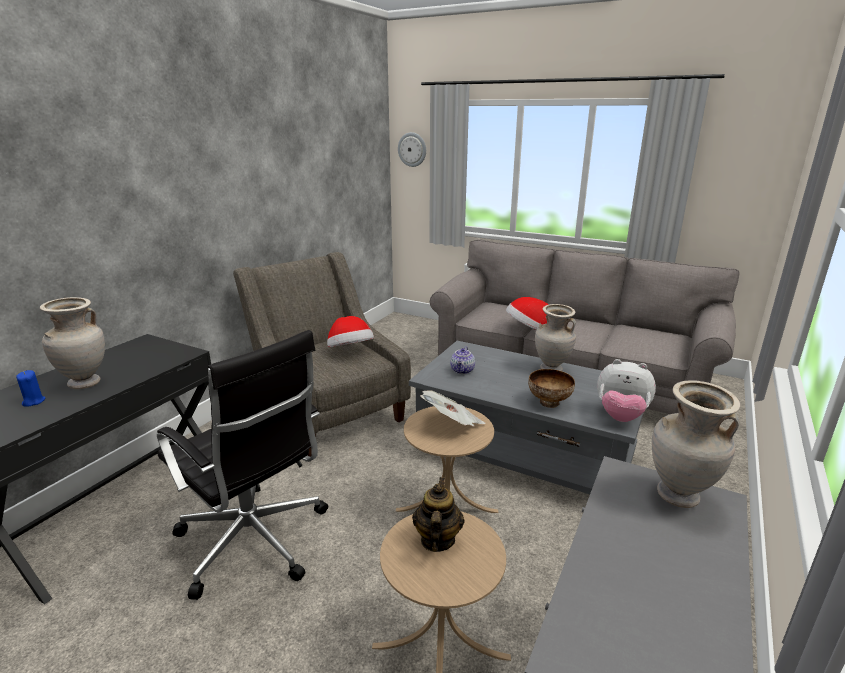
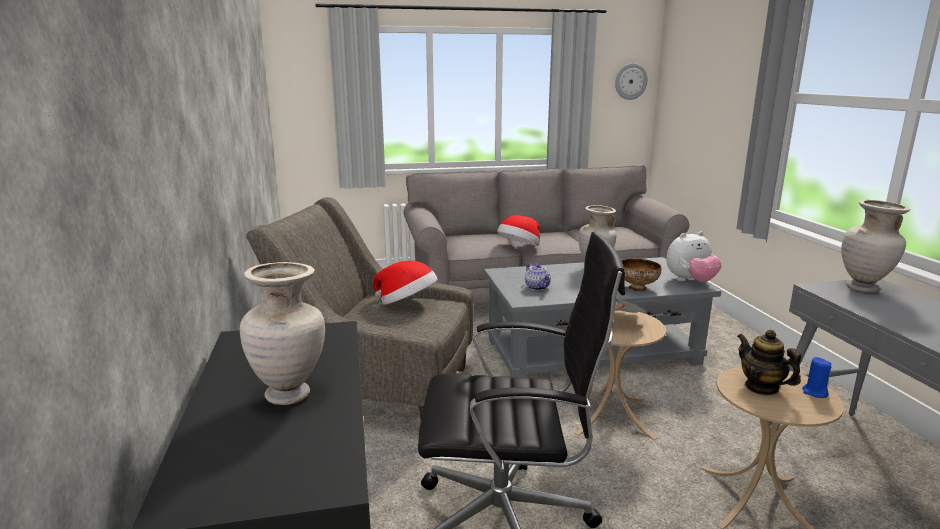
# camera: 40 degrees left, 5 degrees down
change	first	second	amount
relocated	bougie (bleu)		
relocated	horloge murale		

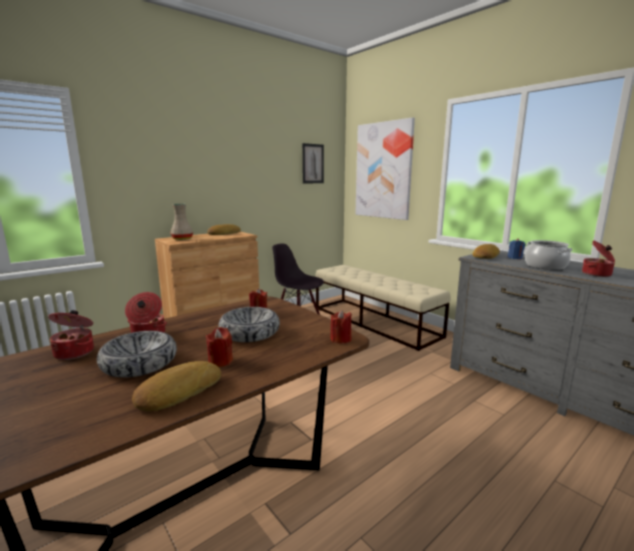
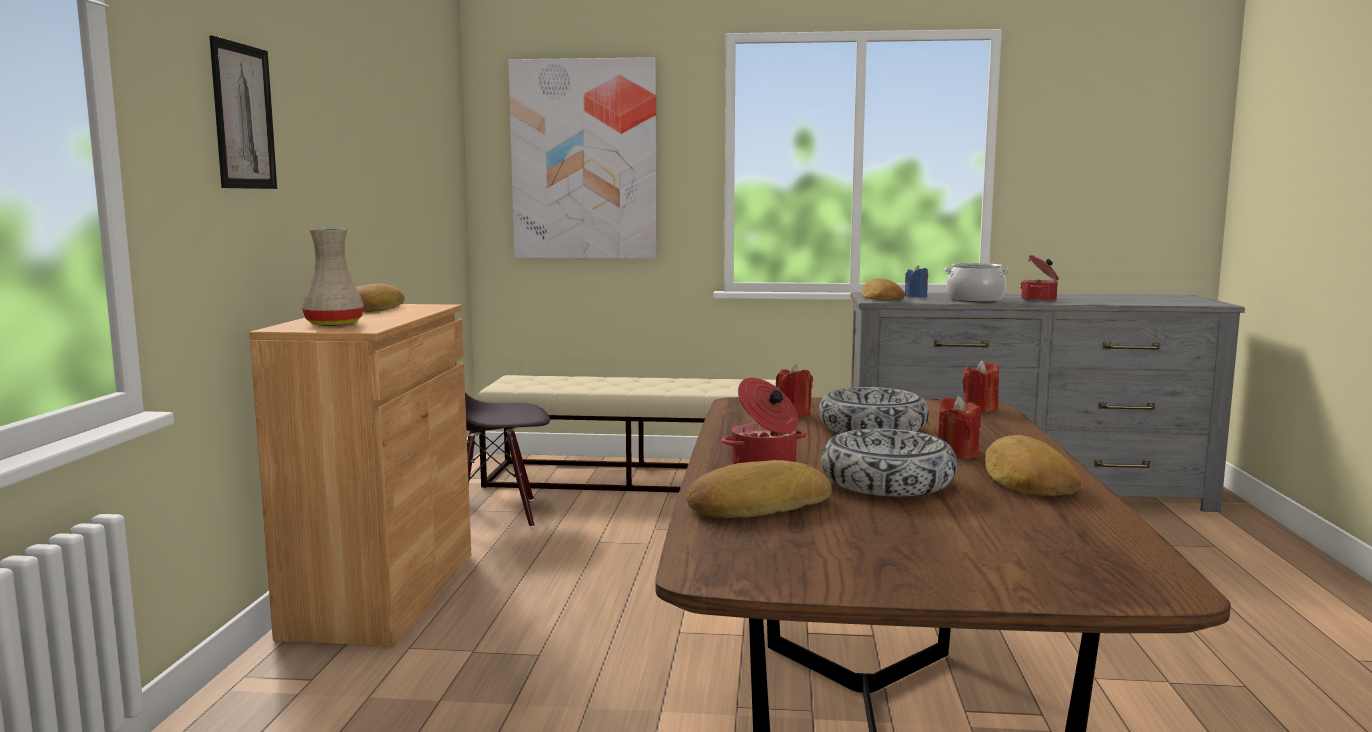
# camera: 45 degrees left, 5 degrees down
change	first	second	amount
exchanged	marmite (no. 1 from left)	pain (no. 2 from left)	
relocated	tableau (no. 1 from left)		

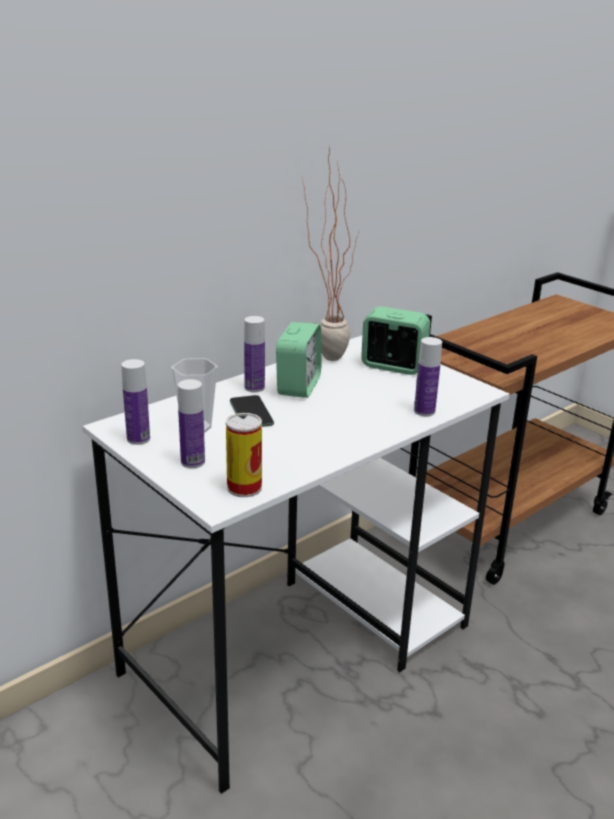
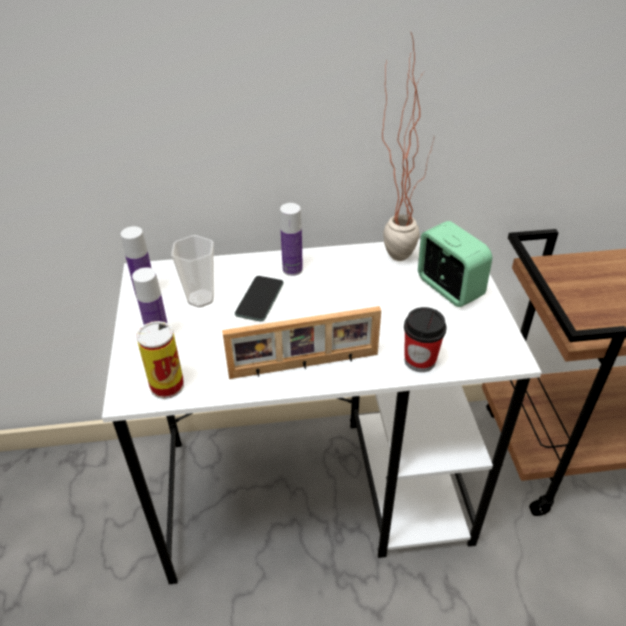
# camera: 35 degrees right, 15 degrees up
change	first	second	amount
missing	réveil (no. 1 from left)		
exchanged	bouteille (no. 4 from left)	tasse (no. 2 from left)	
appeared		cadre photo	

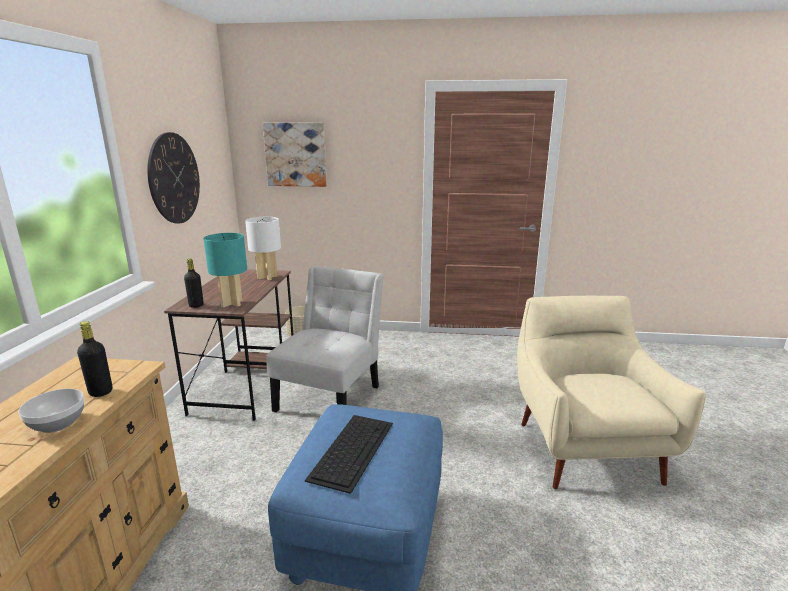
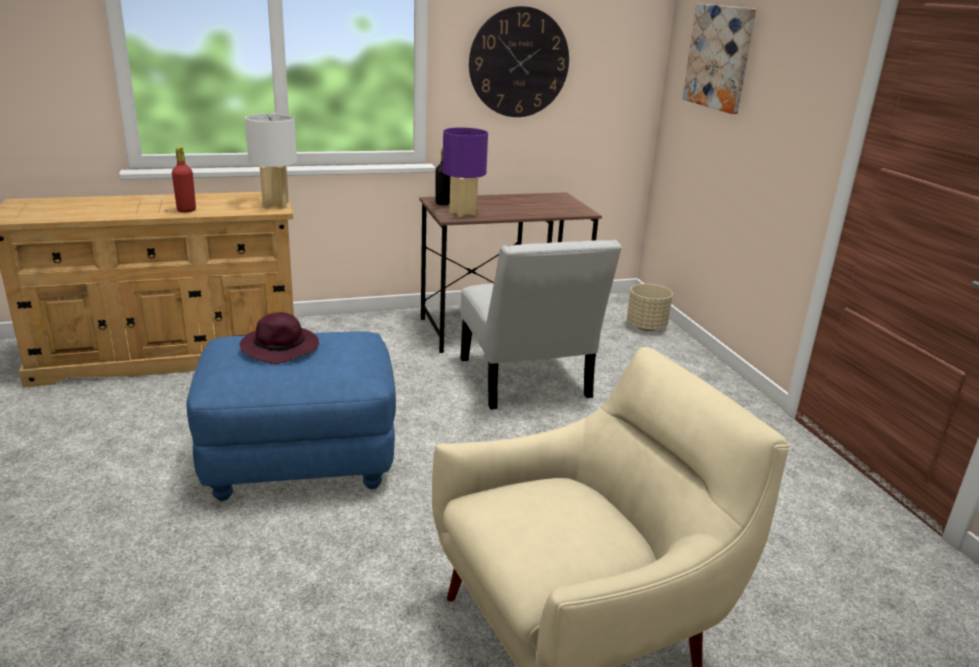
# camera: 65 degrees right, 5 degrees up
change	first	second	amount
exchanged	bol	bouteille (rouge)	
missing	bouteille (noir) (no. 1 from left)		
colour	lampe de table (turquoise)	lampe de table (violet)	
relocated	lampe de table (blanc)		
spun	chaise (blanc)		75 degrees clockwise
exchanged	clavier	chapeau (violet)	

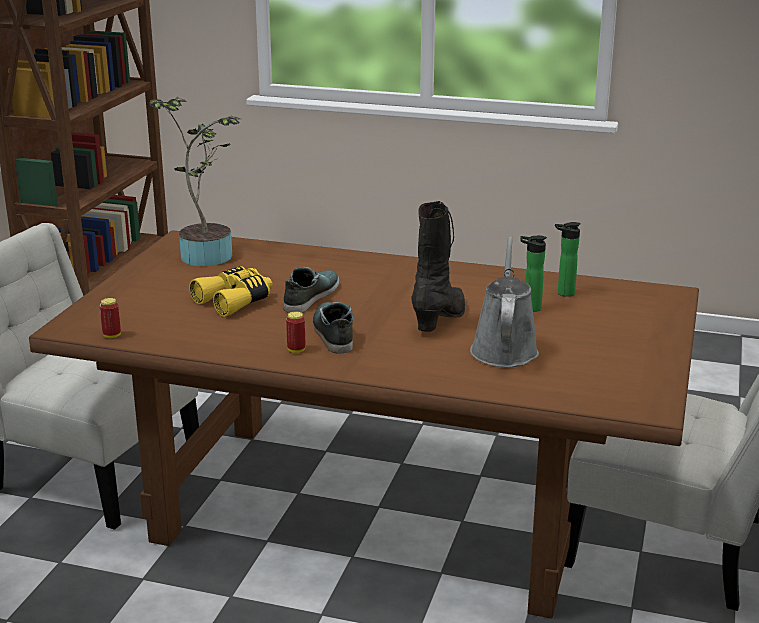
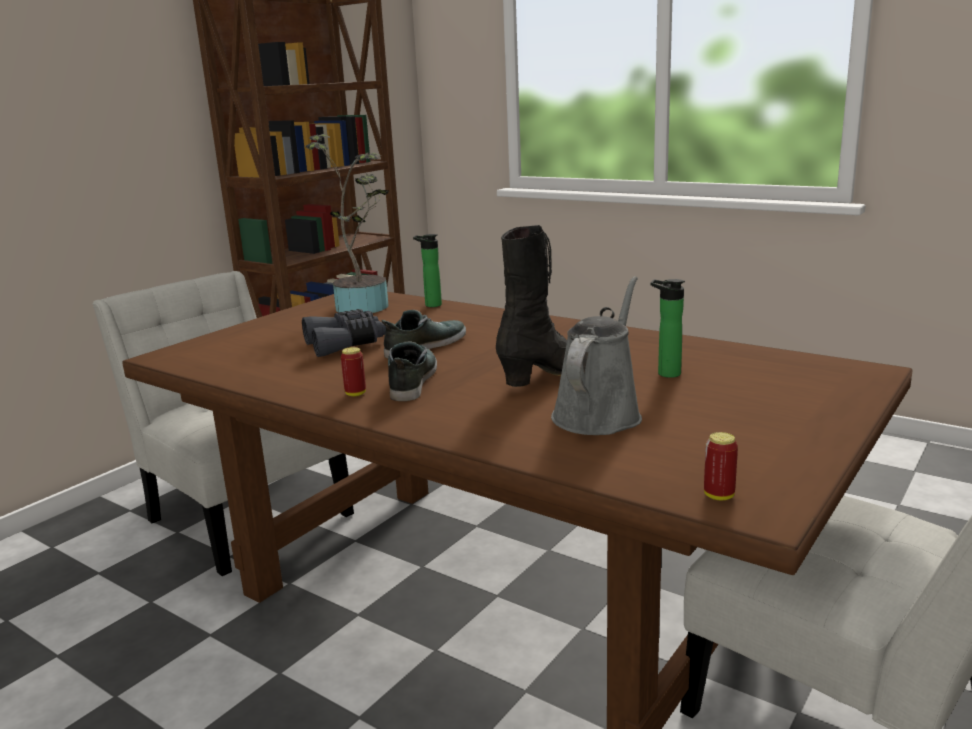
# camera: 20 degrees right, 5 degrees down
change	first	second	amount
relocated	boîte métallique (no. 1 from left in the first image)	boîte métallique (no. 2 from left)	
colour	jumelles (jaune)	jumelles (gris)	
relocated	bouteille (no. 2 from left in the first image)	bouteille (no. 1 from left)	

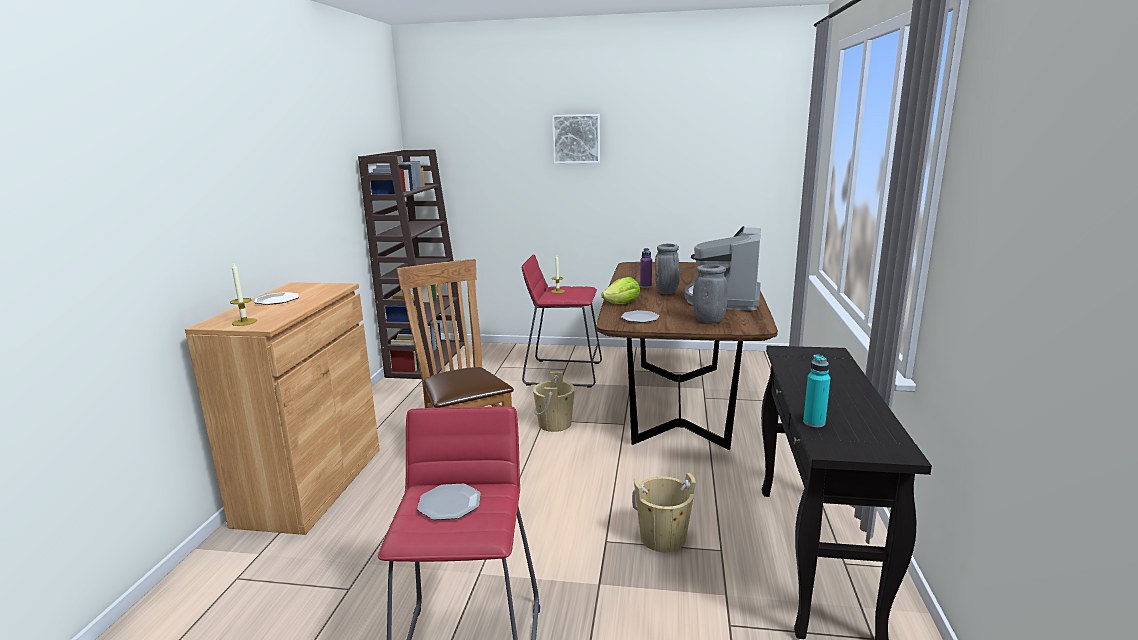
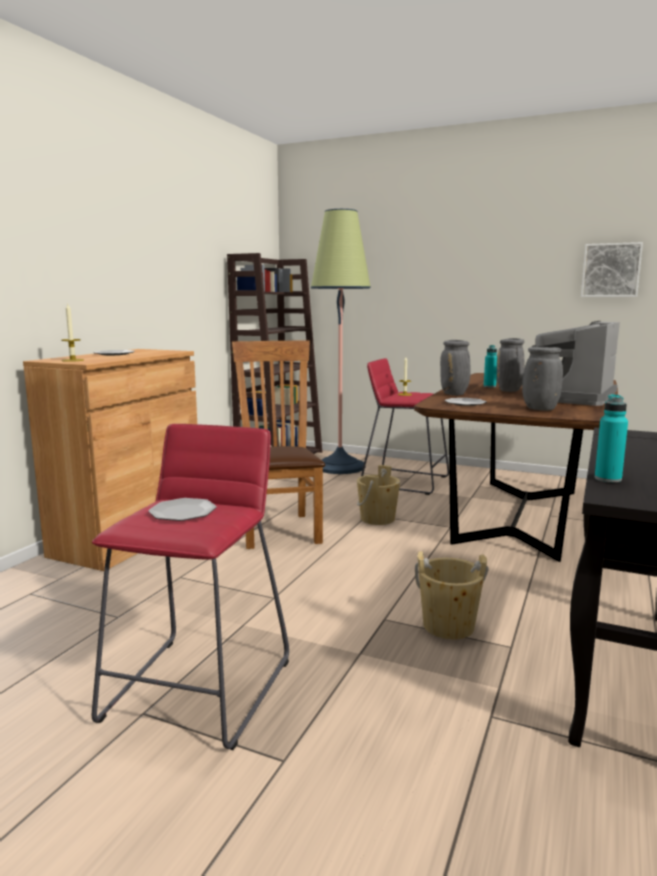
# camera: 15 degrees right, 5 degrees down
change	first	second	amount
relocated	tableau		
exchanged	laitue	vase (gris) (no. 1 from left)	
colour	bouteille (violet)	bouteille (turquoise) (no. 1 from left)	
appeared		lampadaire	

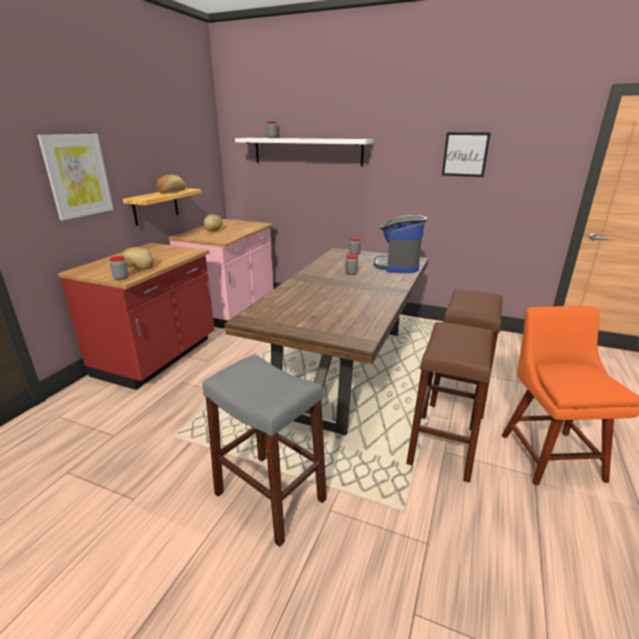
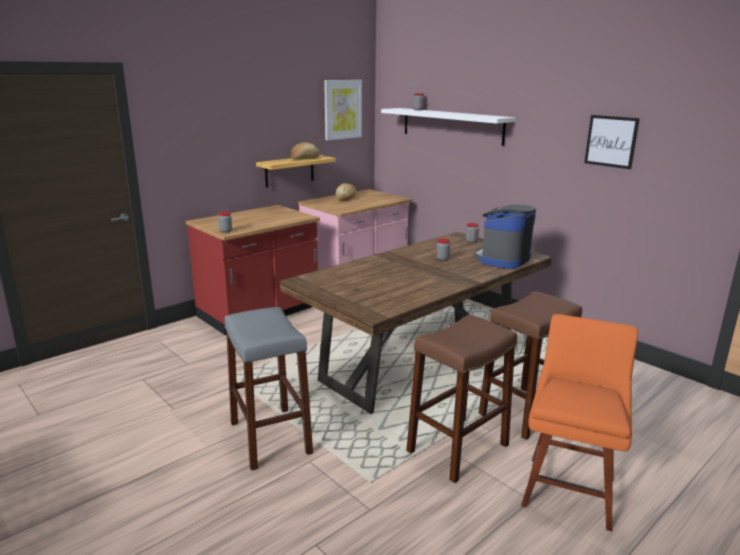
# camera: 25 degrees right, 5 degrees down
change	first	second	amount
relocated	tableau (no. 1 from left)		
missing	pain (no. 1 from left)		

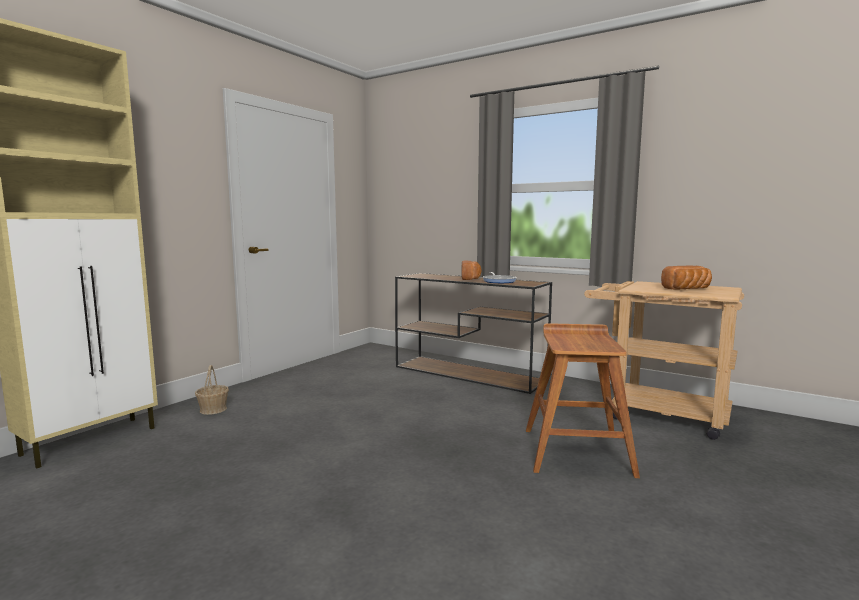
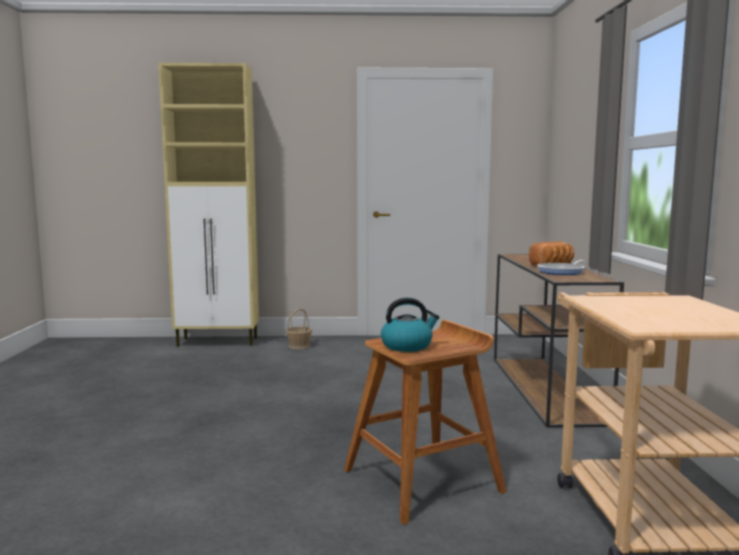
# camera: 55 degrees right, 0 degrees up
change	first	second	amount
missing	pain (no. 2 from left)		
appeared		bouilloire	

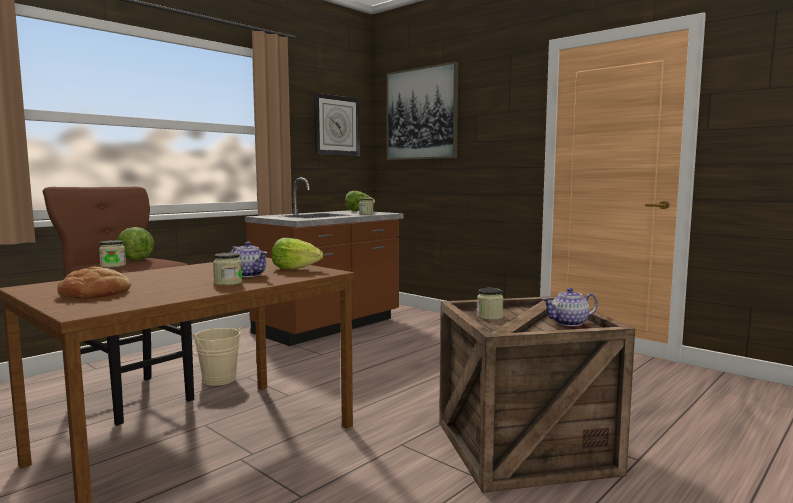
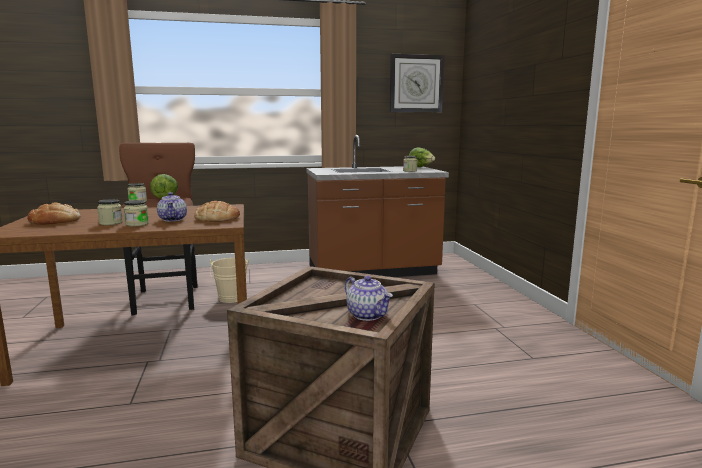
# camera: 35 degrees right, 5 degrees up
change	first	second	amount
exchanged	laitue (no. 2 from left)	pain (no. 2 from left)	
missing	tableau		
relocated	bocal (no. 4 from left in the first image)	bocal (no. 1 from left)	
spun	théière (no. 2 from left)		150 degrees counterclockwise

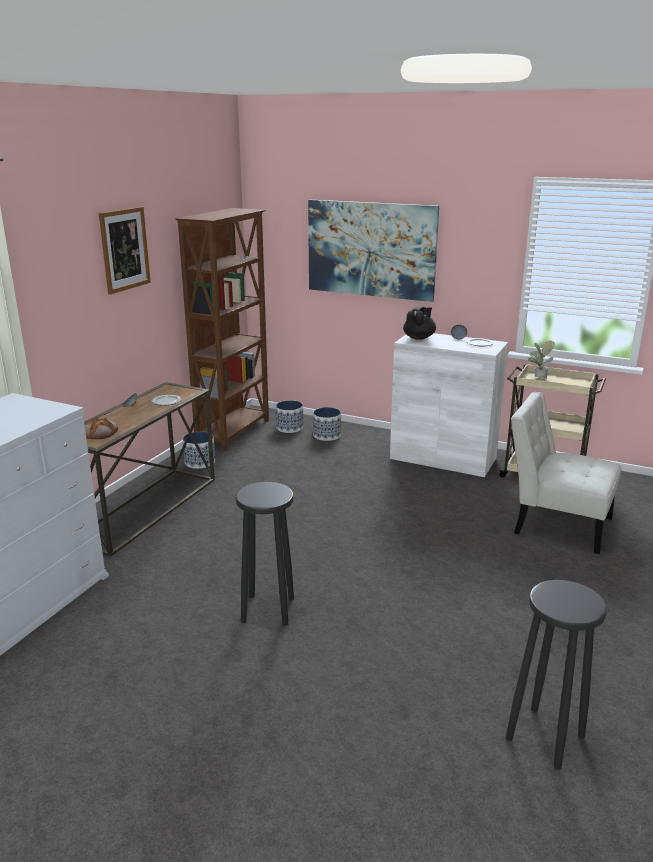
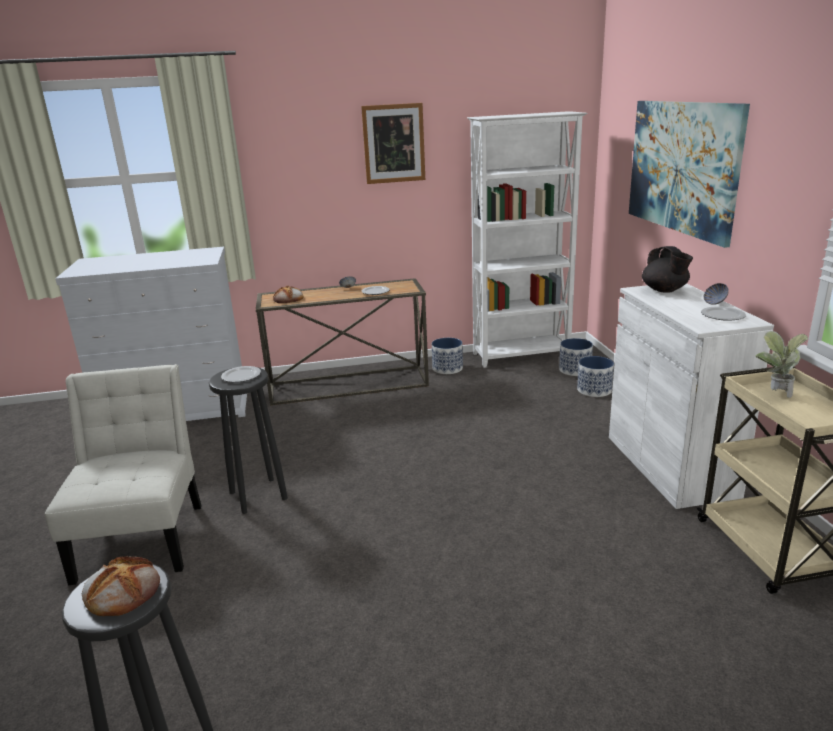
# camera: 55 degrees right, 0 degrees up
change	first	second	amount
colour	bibliothèque (marron)	bibliothèque (blanc)	
spun	théière (noir)		75 degrees clockwise
relocated	chaise (blanc)		
appeared		pain (no. 1 from left)	
appeared		assiette (no. 1 from left)	

